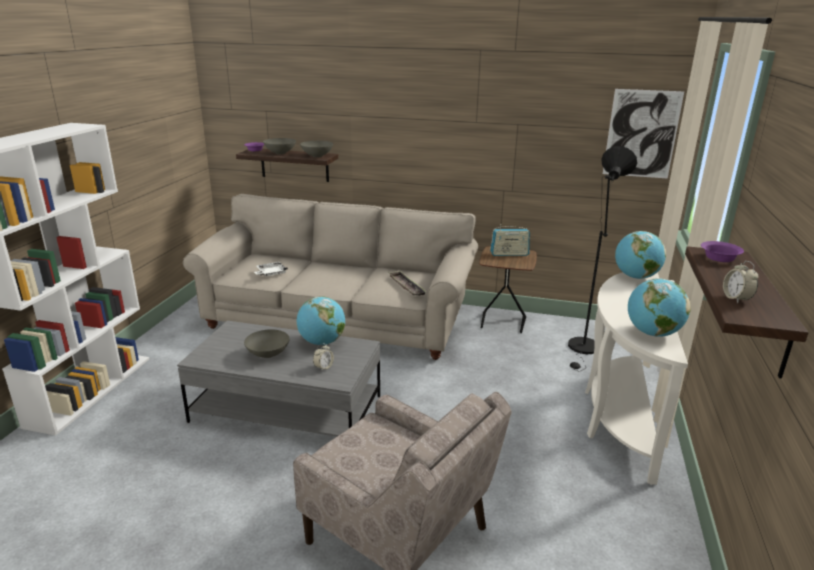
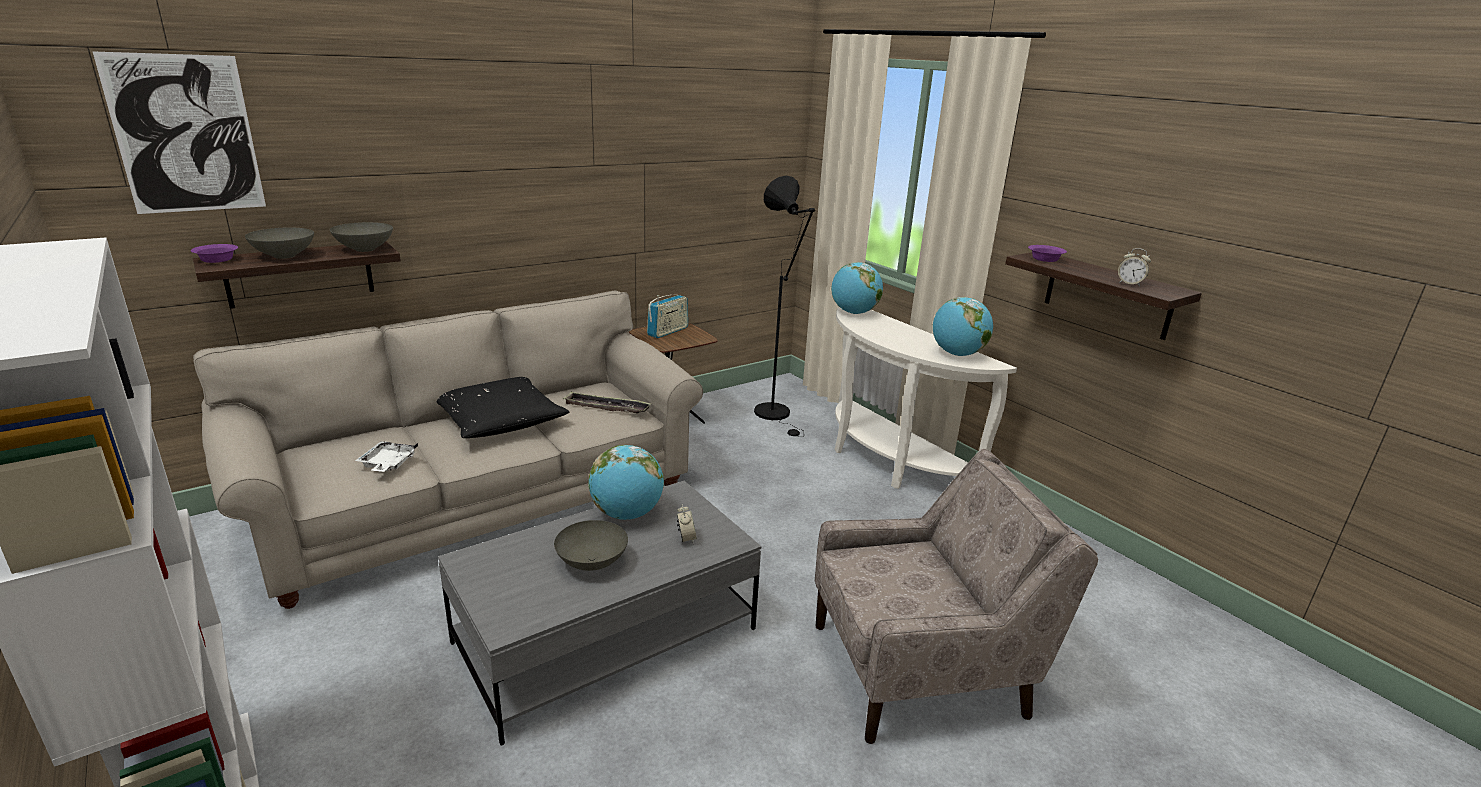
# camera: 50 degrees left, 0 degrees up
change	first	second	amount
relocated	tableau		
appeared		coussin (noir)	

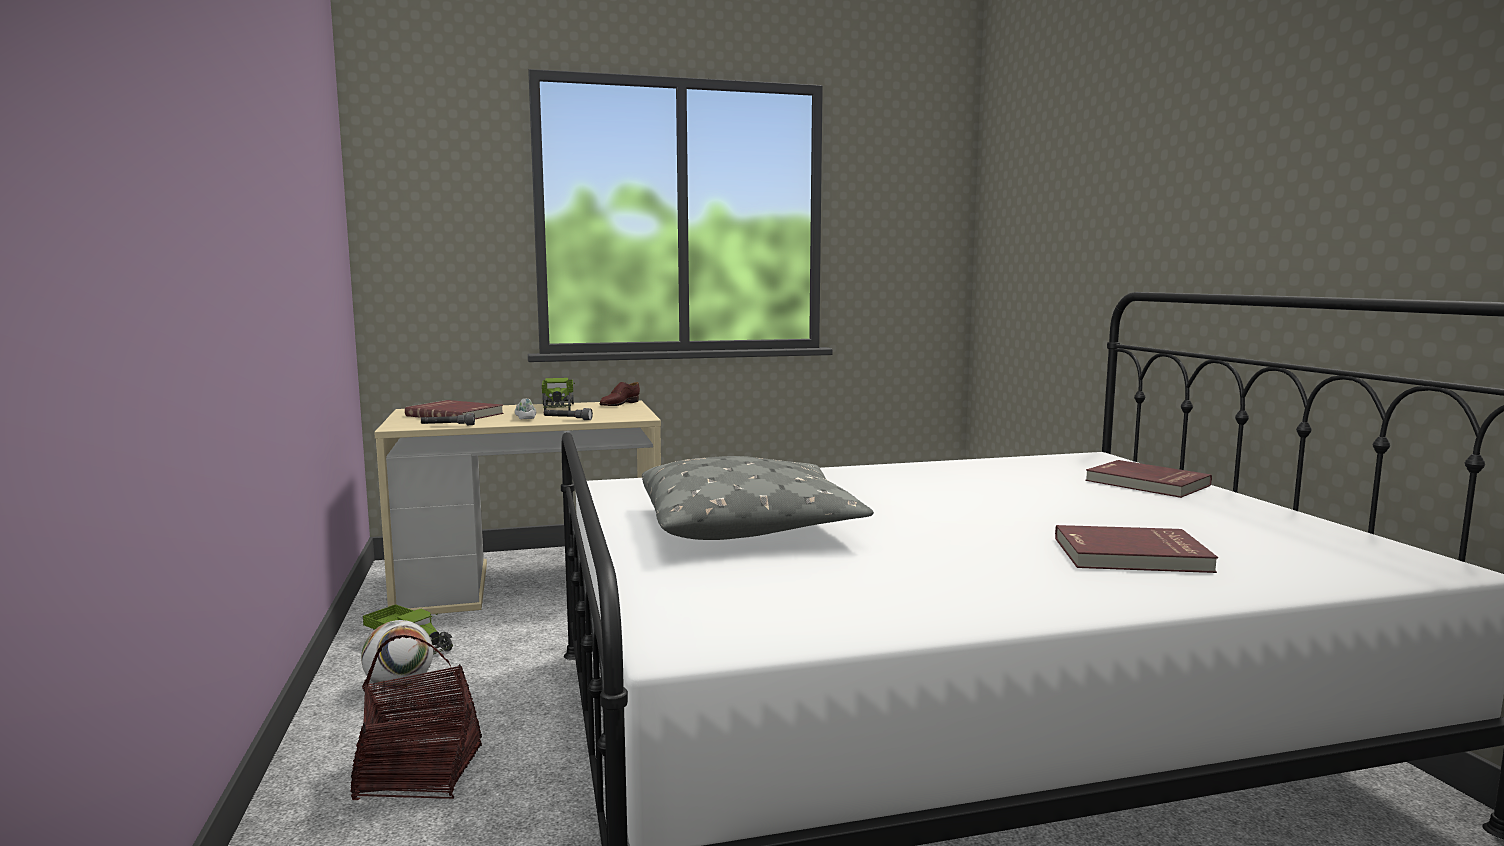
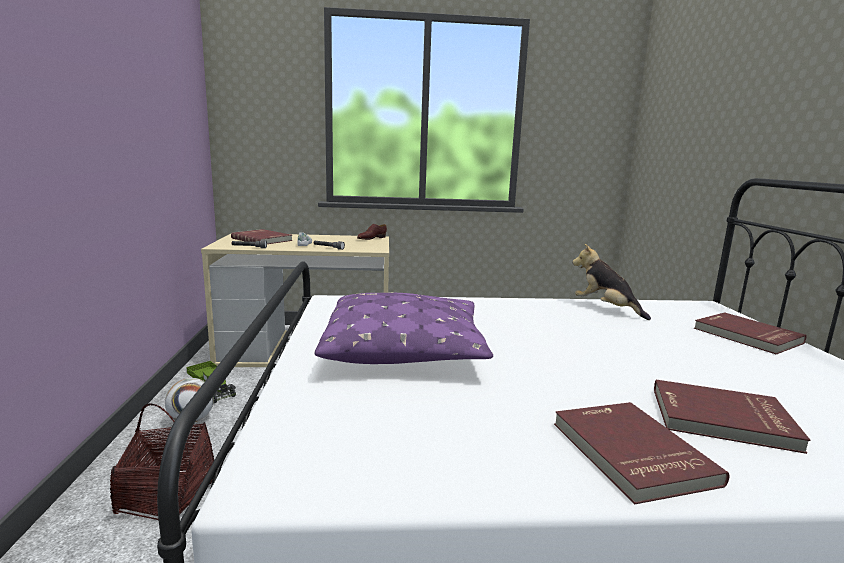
# camera: 10 degrees right, 5 degrees up
change	first	second	amount
missing	camion jouet (no. 2 from left)		
colour	coussin (gris)	coussin (violet)	
appeared		livre (rouge) (no. 2 from left)	
appeared		peluche	

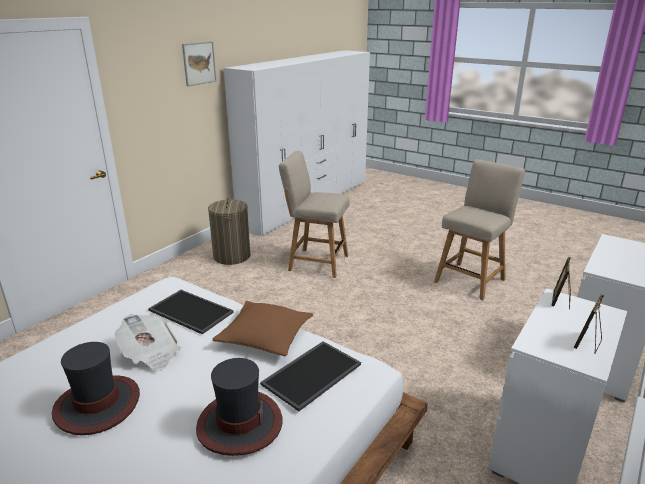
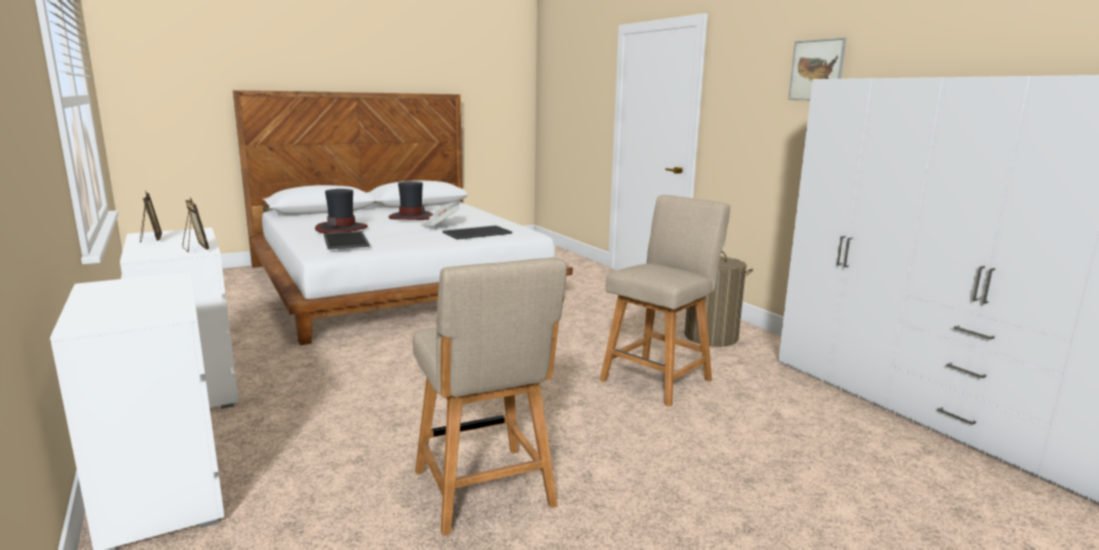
# camera: 115 degrees right, 10 degrees down
change	first	second	amount
missing	coussin (marron)		

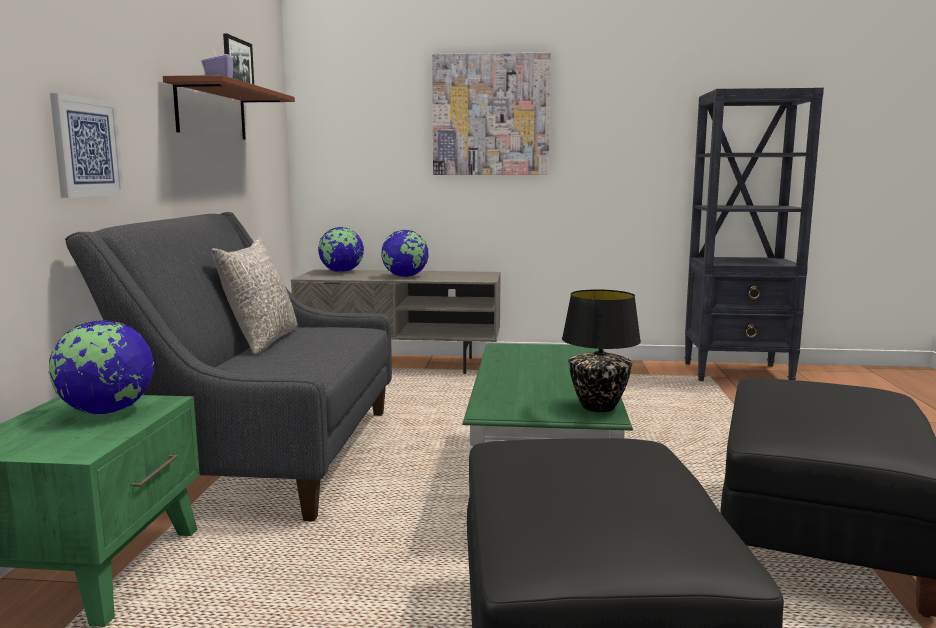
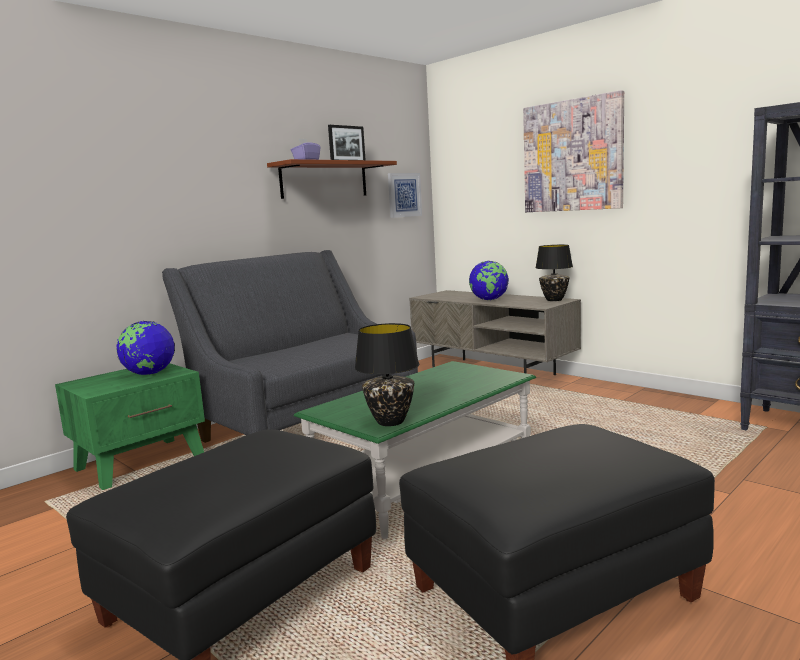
# camera: 40 degrees right, 0 degrees up
change	first	second	amount
relocated	tableau (no. 1 from left)		
missing	coussin (gris)		
missing	globe (no. 2 from left)		
appeared		lampe de table (noir) (no. 2 from left)	

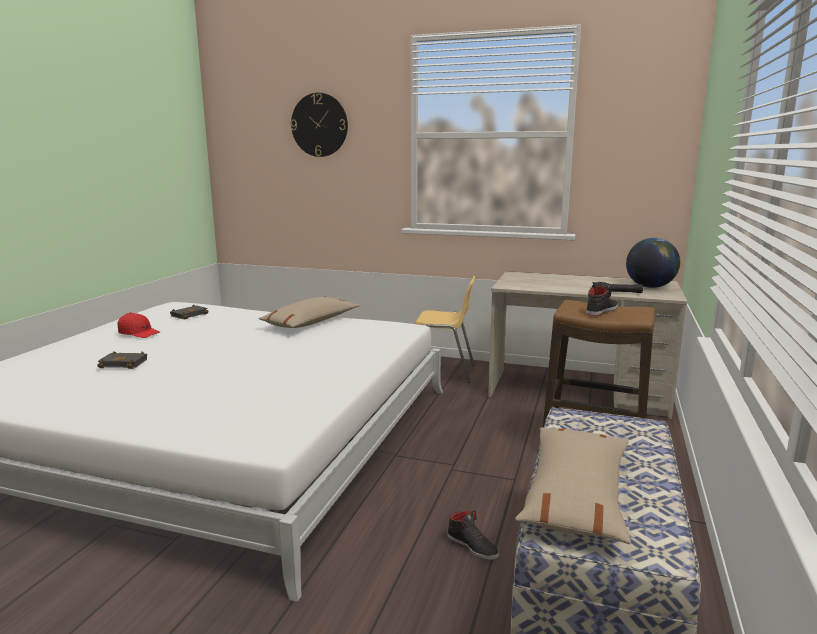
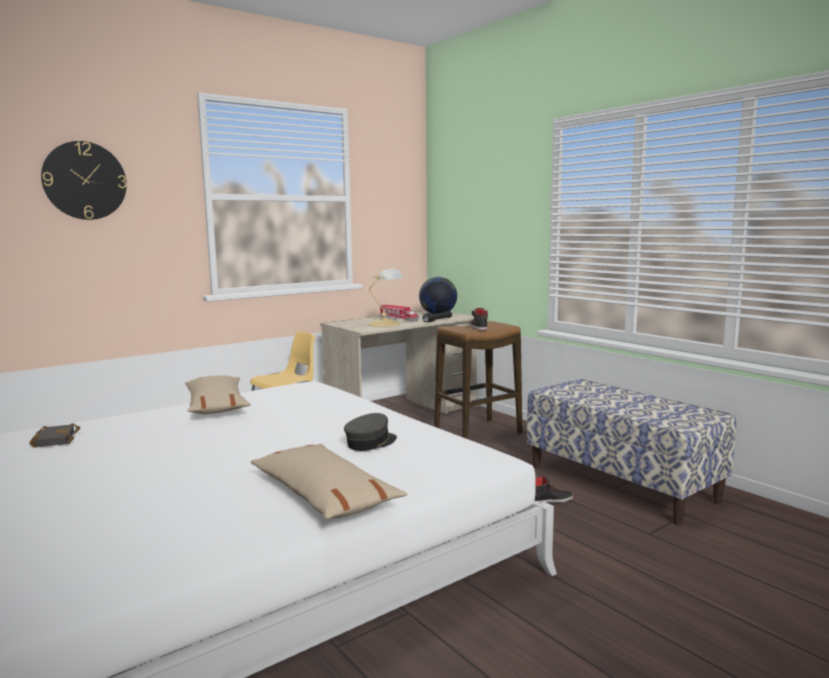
# camera: 55 degrees left, 5 degrees down
change	first	second	amount
missing	livre (noir) (no. 1 from left)		
missing	casquette (rouge)		
relocated	coussin (beige) (no. 2 from left)		
appeared		casquette (gris)	
appeared		lampe de table	
appeared		camion jouet	

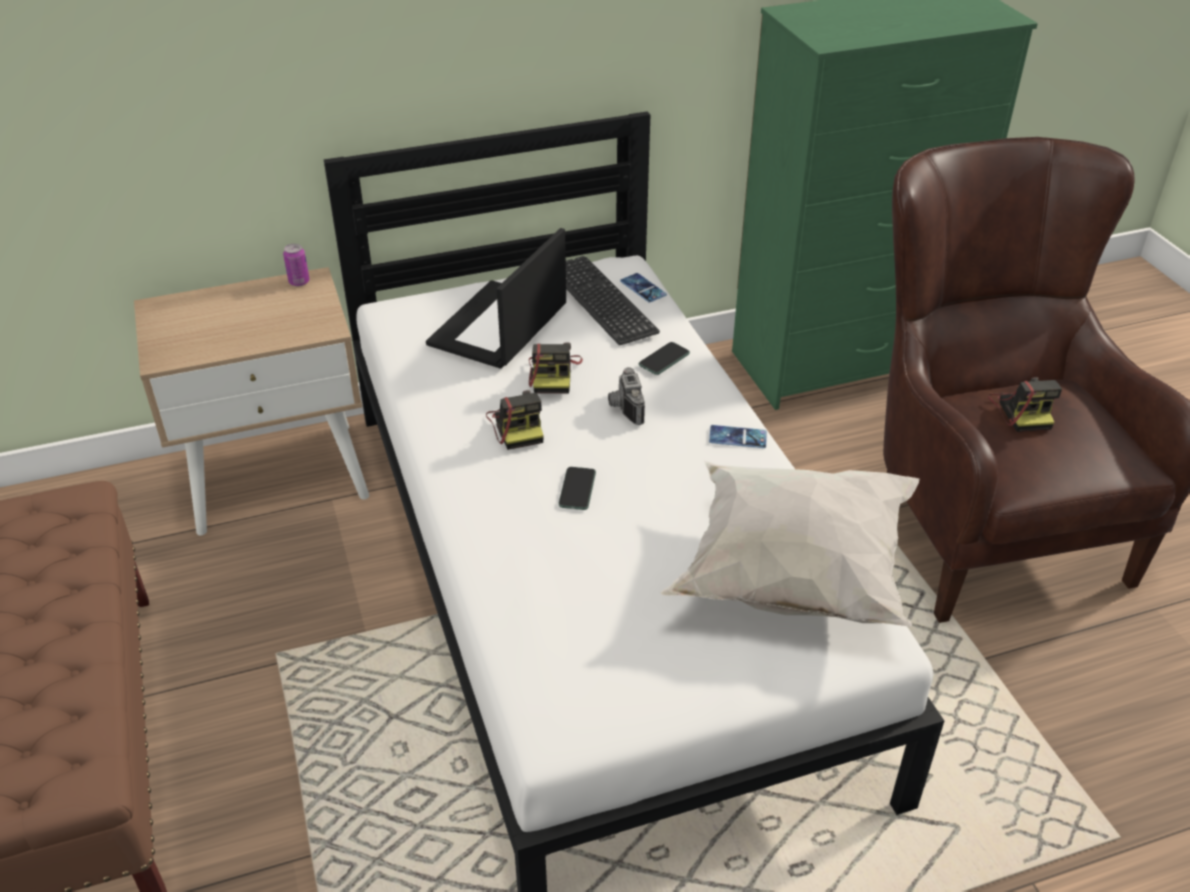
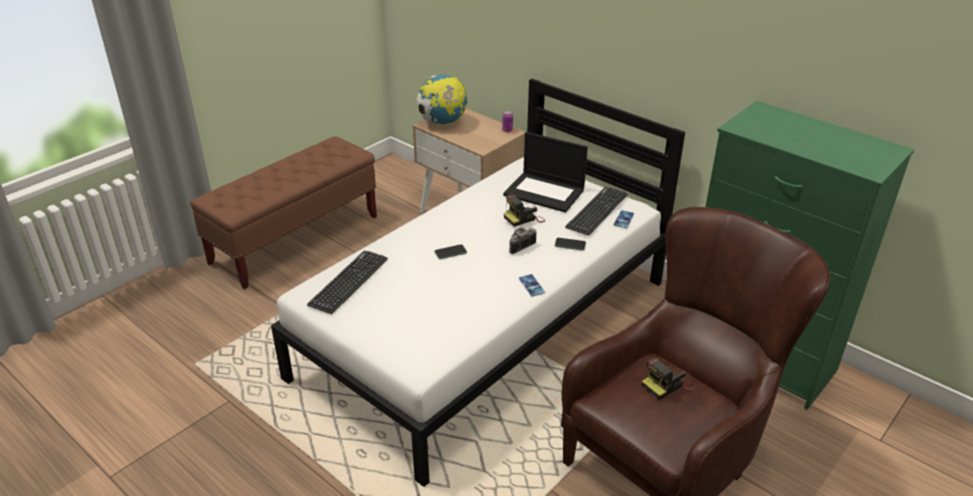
# camera: 60 degrees right, 5 degrees down
change	first	second	amount
spun	ordinateur portable		150 degrees counterclockwise
missing	appareil photo (no. 1 from left)		
missing	coussin (blanc)		
appeared		clavier (no. 1 from left)	
appeared		globe	

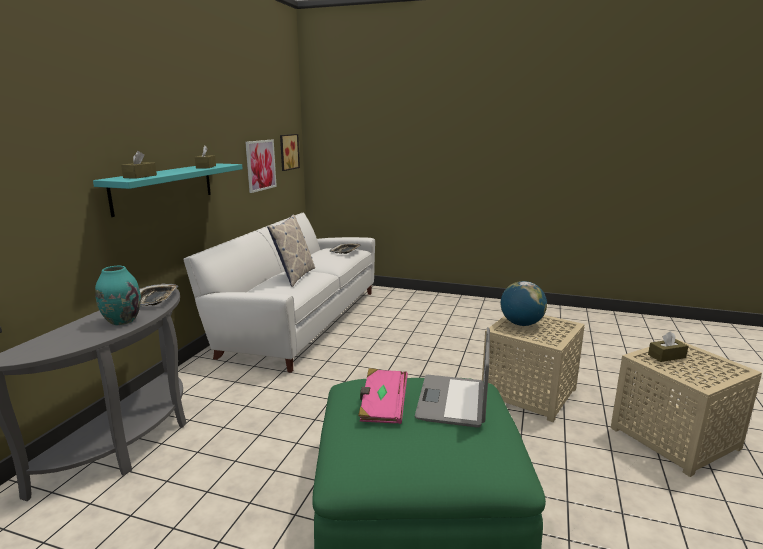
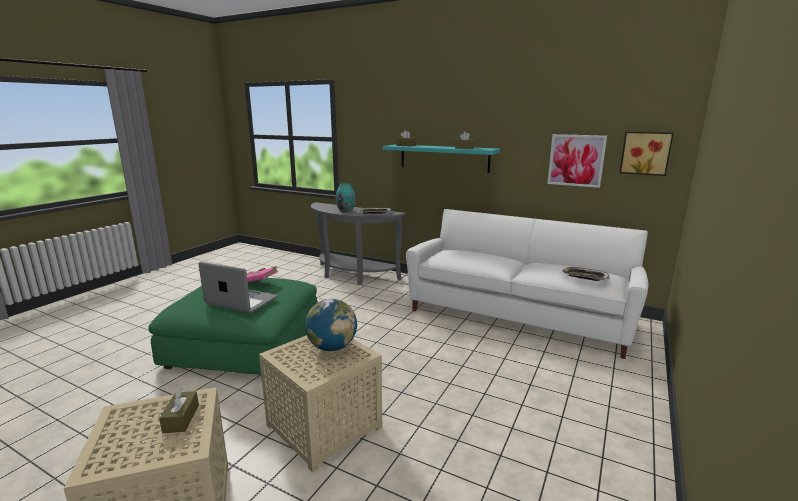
# camera: 100 degrees right, 0 degrees up
change	first	second	amount
missing	coussin		

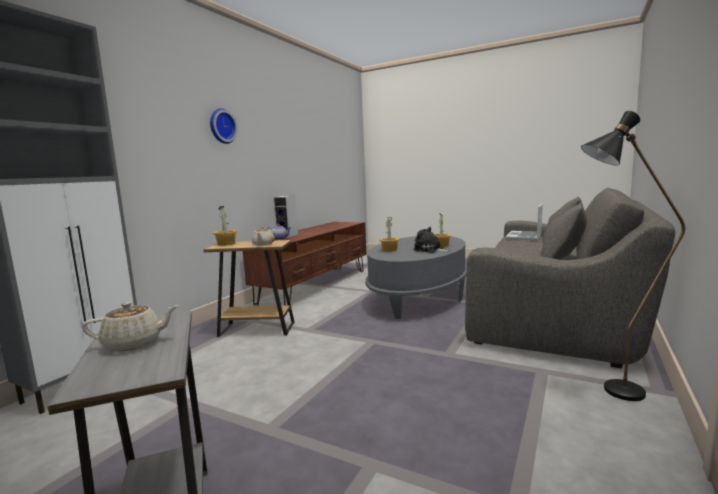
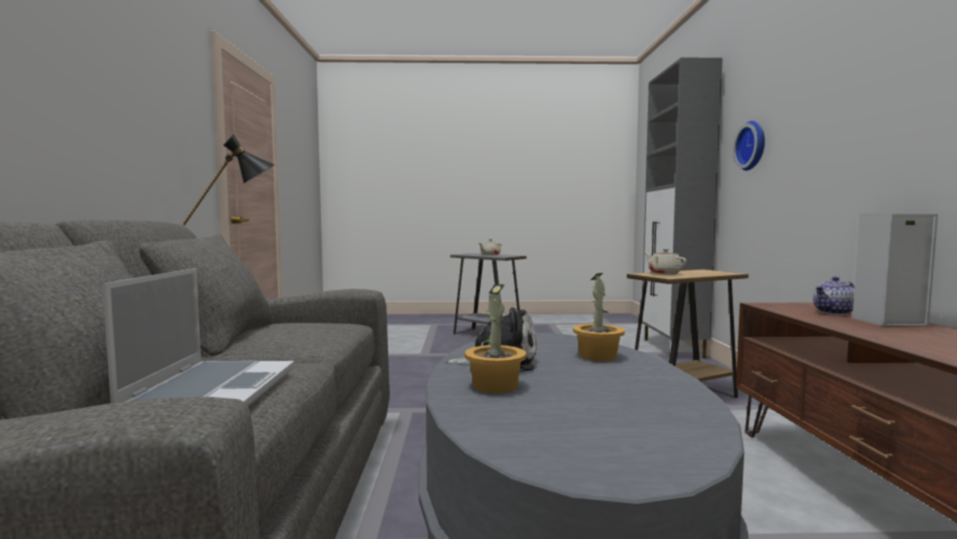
# camera: 150 degrees right, 5 degrees down
change	first	second	amount
relocated	horloge murale		
missing	plante en pot (no. 1 from left)		

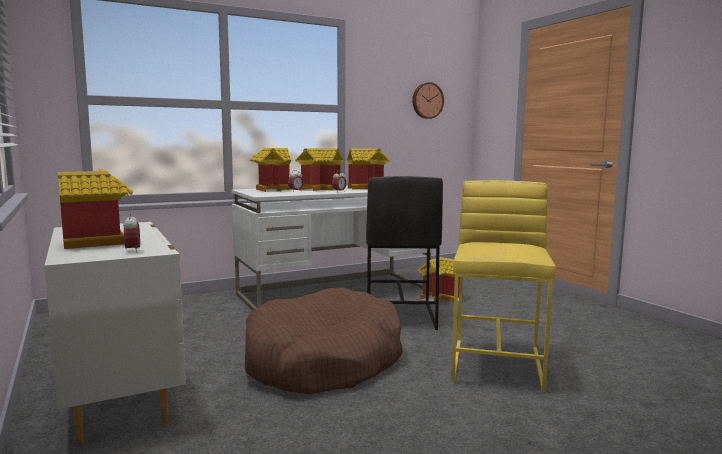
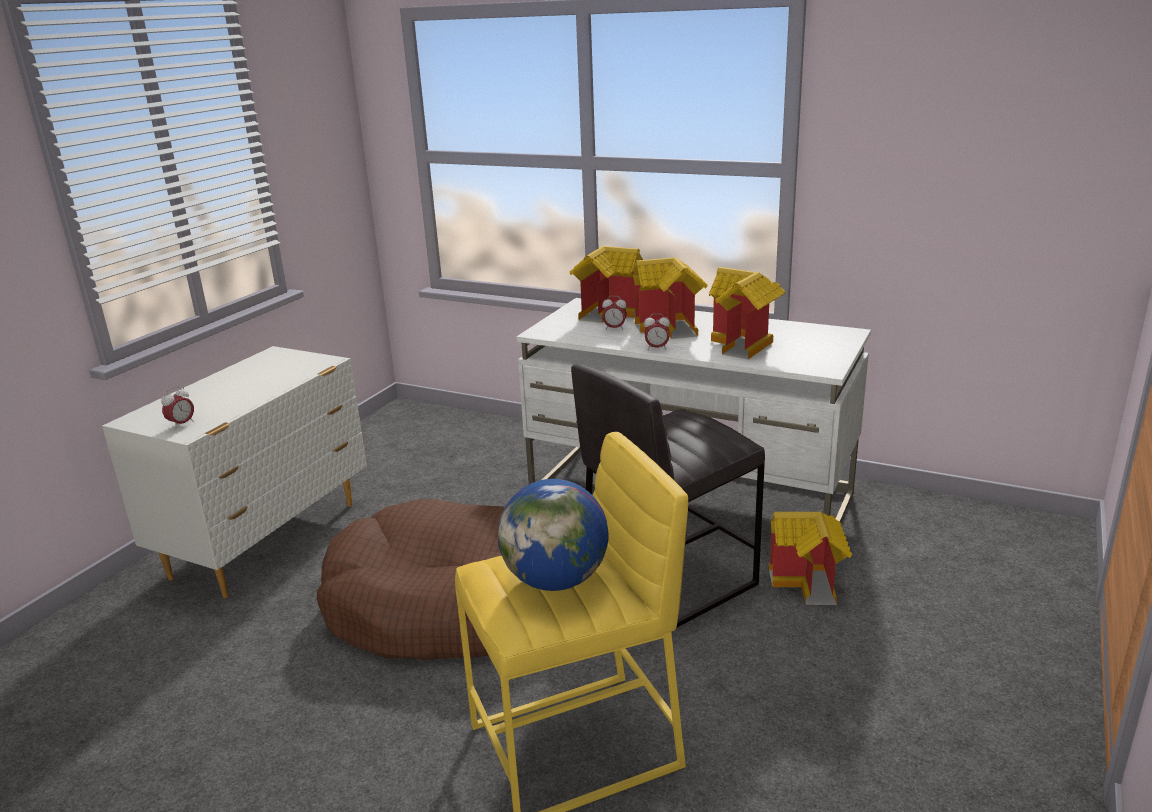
# camera: 55 degrees right, 15 degrees up
change	first	second	amount
missing	maison miniature (no. 1 from left)		
missing	horloge murale		
appeared		globe	

